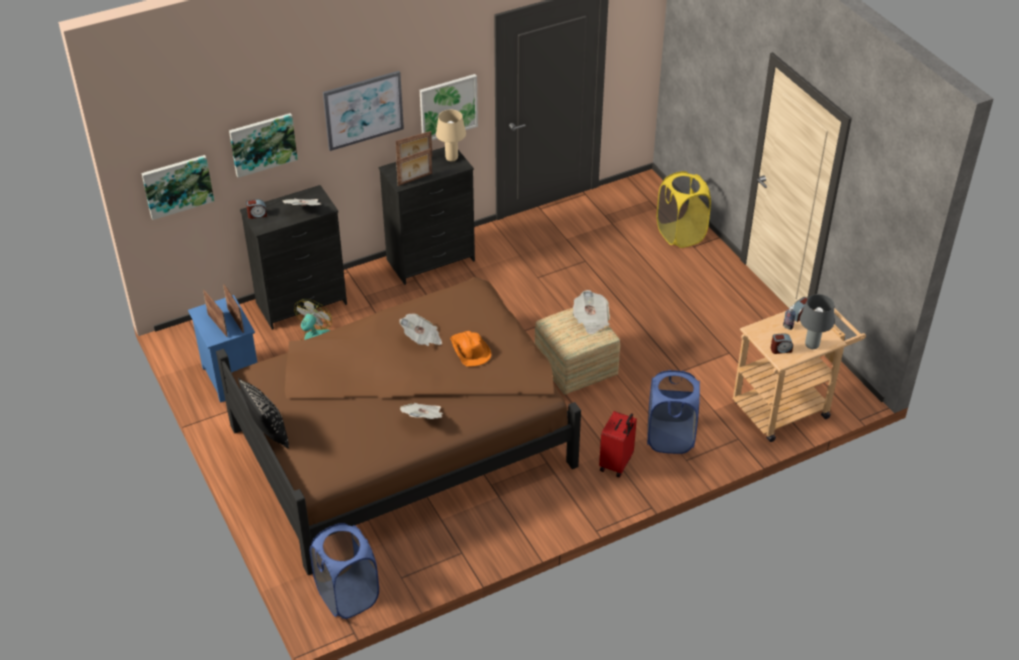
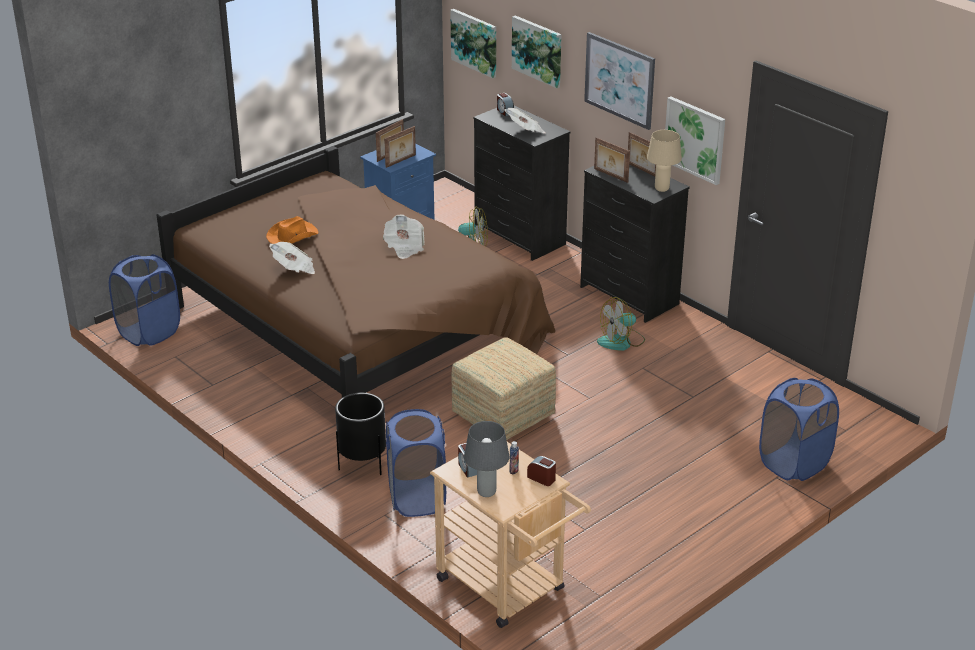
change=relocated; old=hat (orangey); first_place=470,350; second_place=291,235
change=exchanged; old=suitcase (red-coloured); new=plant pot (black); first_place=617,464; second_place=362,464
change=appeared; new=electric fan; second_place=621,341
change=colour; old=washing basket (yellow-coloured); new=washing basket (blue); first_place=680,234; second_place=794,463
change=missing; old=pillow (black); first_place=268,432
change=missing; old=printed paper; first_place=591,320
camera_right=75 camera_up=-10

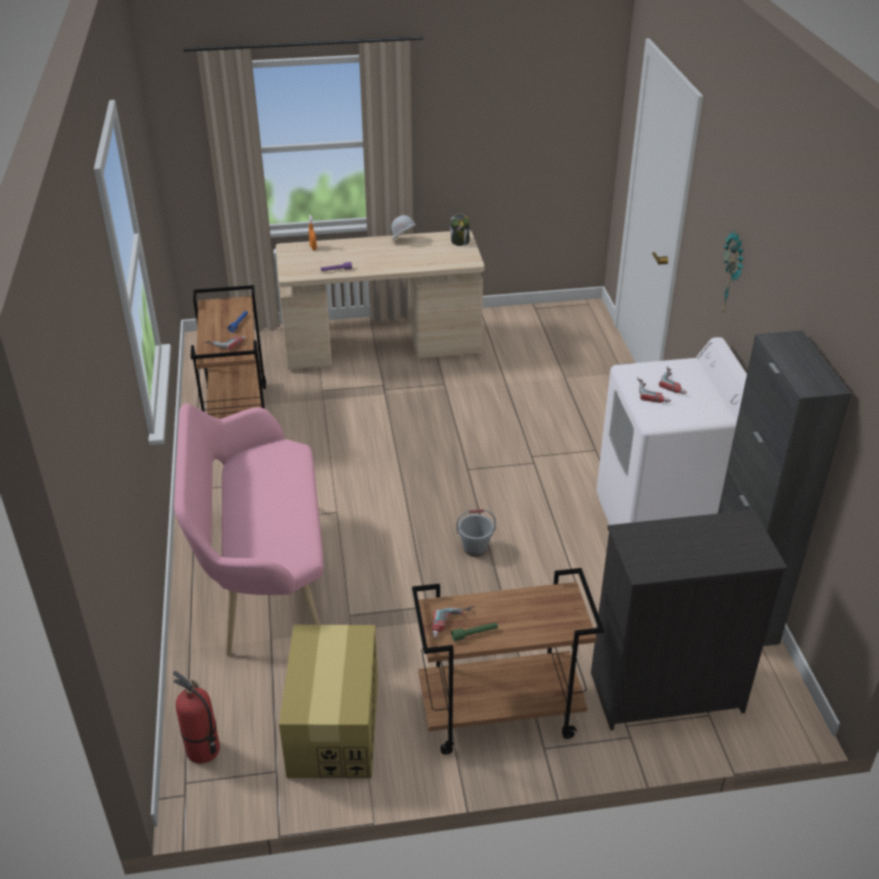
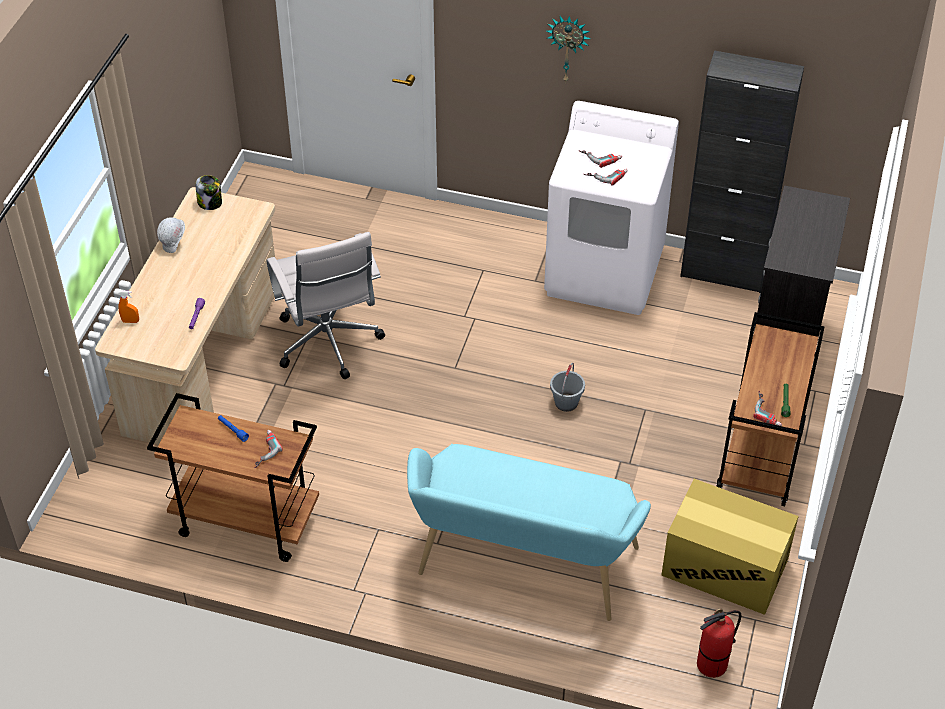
change=appeared; new=computer chair (white); second_place=329,345
change=colour; old=bench (pink-coloured); new=bench (turquoise); first_place=263,578; second_place=522,568
camera_right=-65 camera_up=10

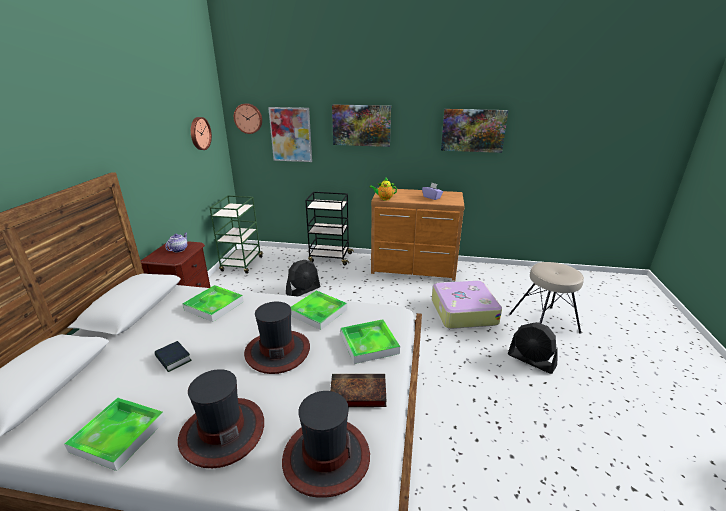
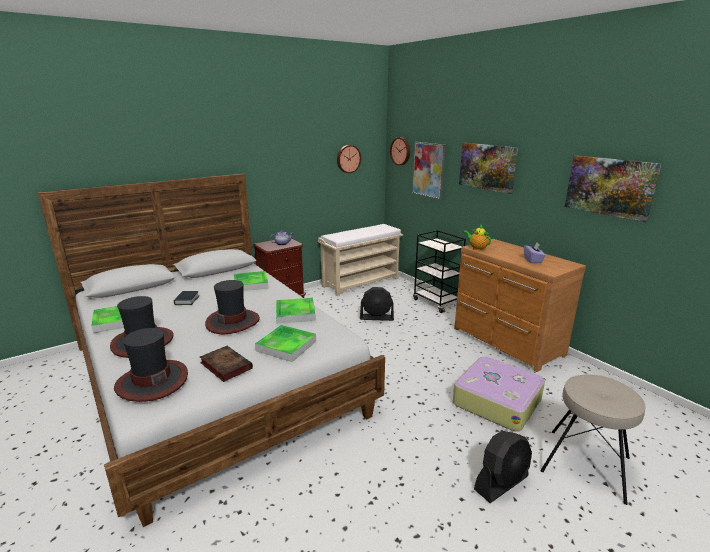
change=exchanged; old=trolley (green-coloured); new=bench (beige); first_place=242,264; second_place=361,282
change=spun; old=electric fan (black); first_place=531,360; second_place=501,483; degrees=-120
camera_right=45 camera_up=-5

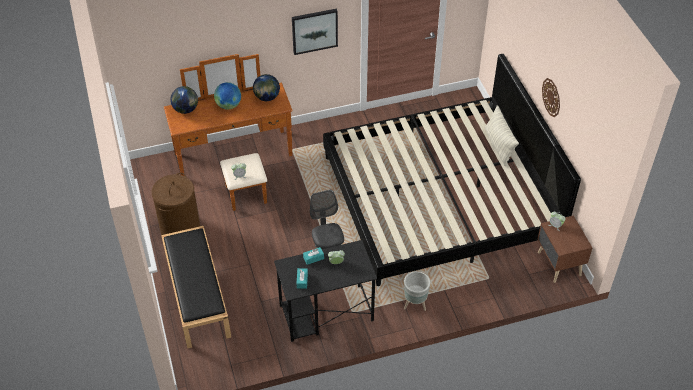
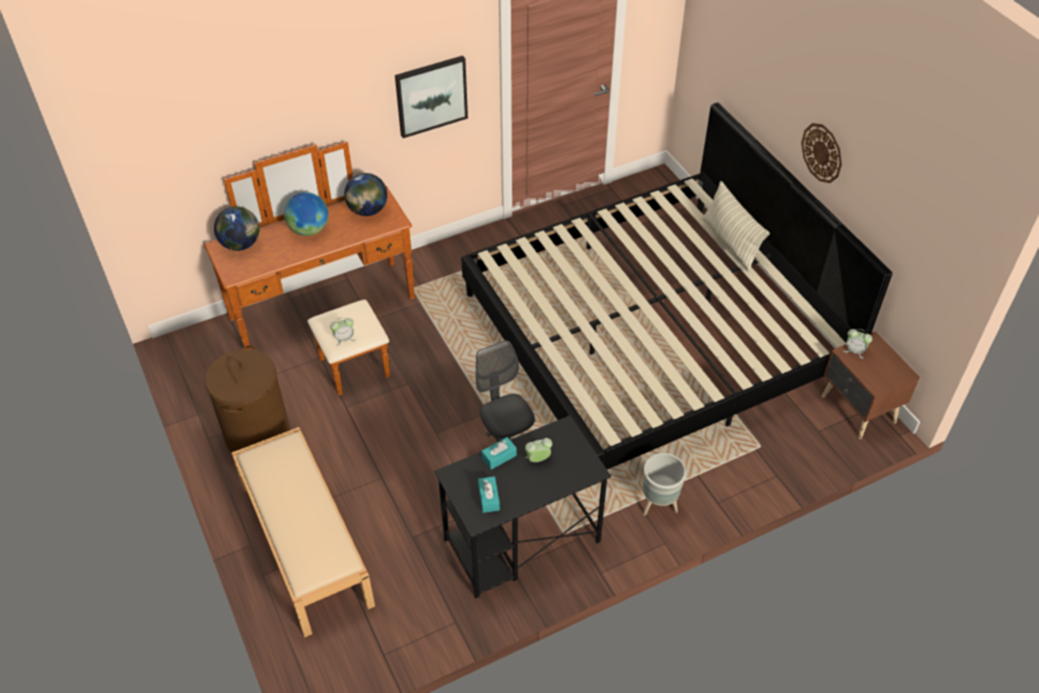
change=colour; old=bench (black); new=bench (beige); first_place=197,295; second_place=305,543
camera_right=-10 camera_up=0

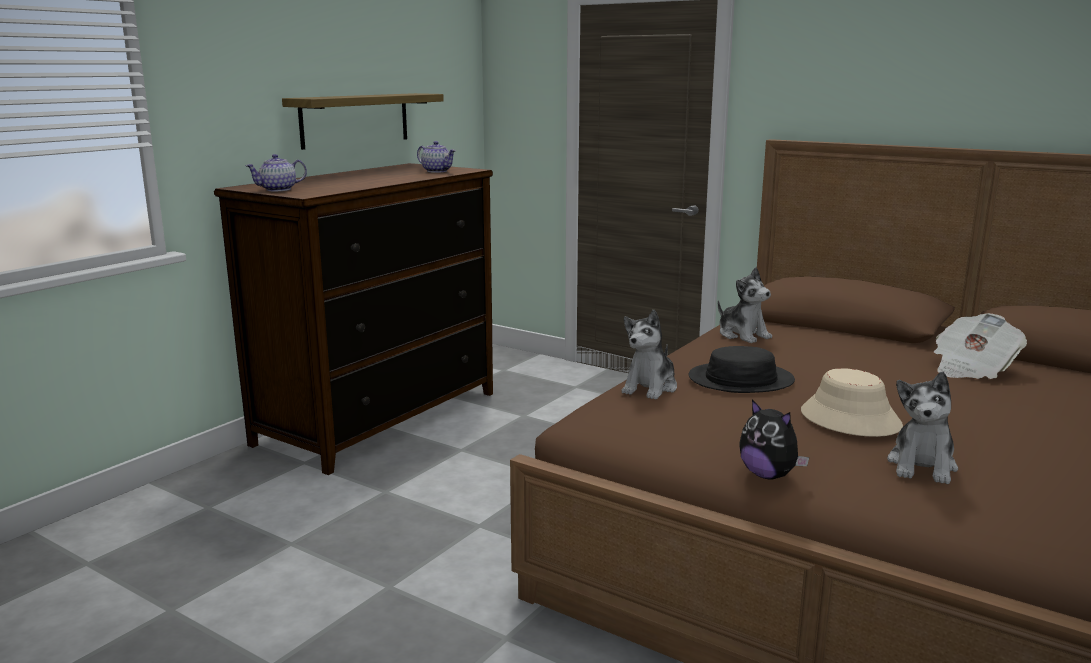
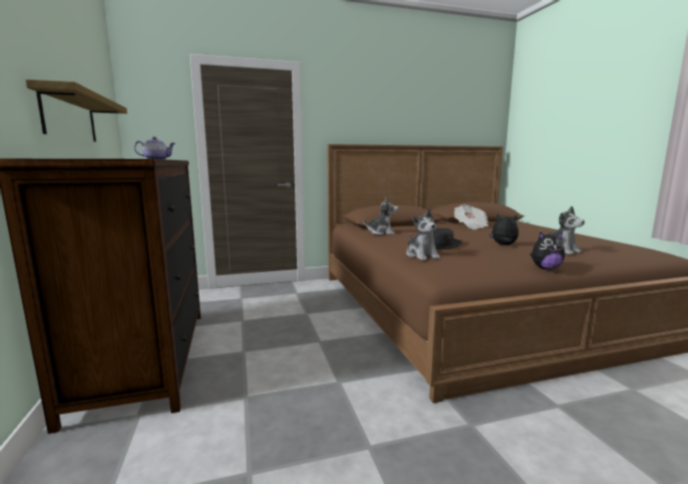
change=exchanged; old=hat (beige); new=soft toy; first_place=849,419; second_place=503,245
change=missing; old=pot for tea; first_place=278,189
camera_right=-50 camera_up=-5

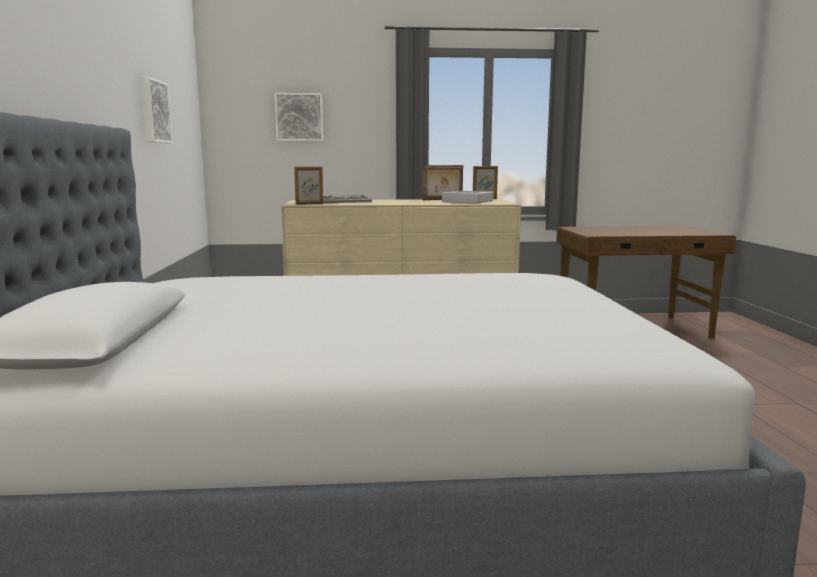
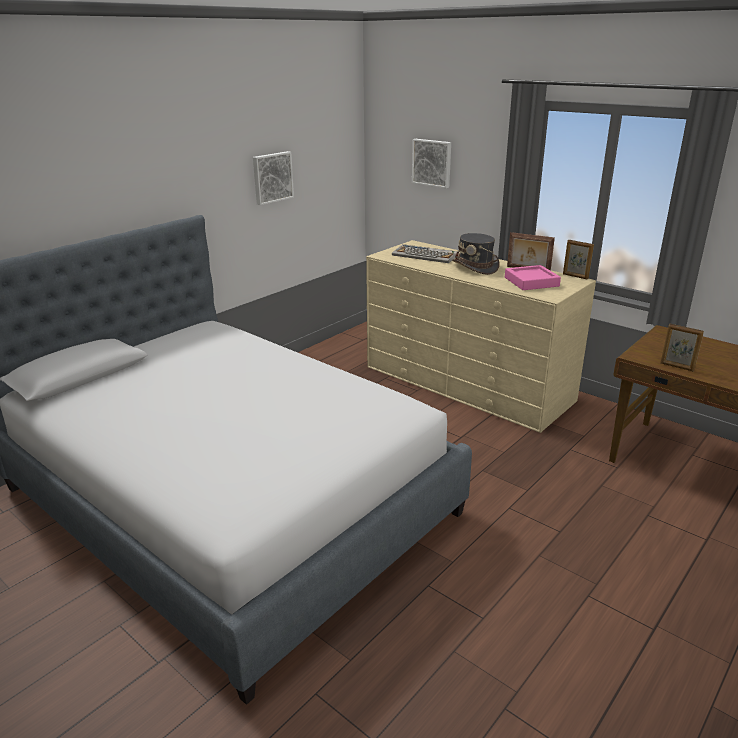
change=appeared; new=hat (greyish); second_place=475,267
change=colour; old=tray (greyish); new=tray (pink-coloured); first_place=467,201; second_place=531,282
change=relocated; old=picture frame; first_place=309,204; second_place=676,367
camera_right=45 camera_up=15

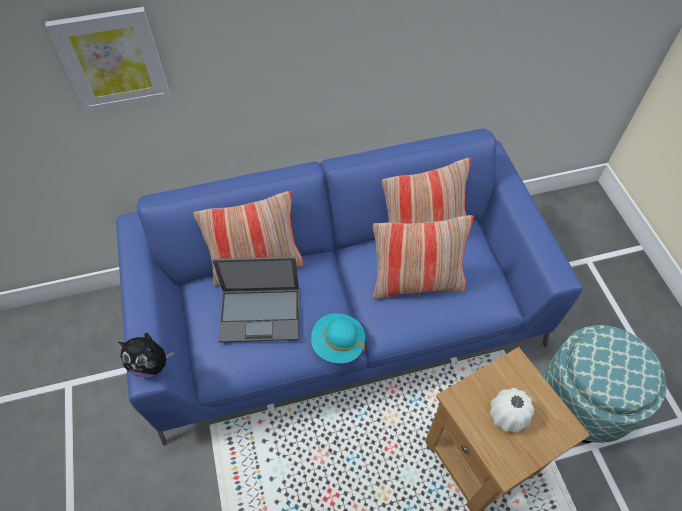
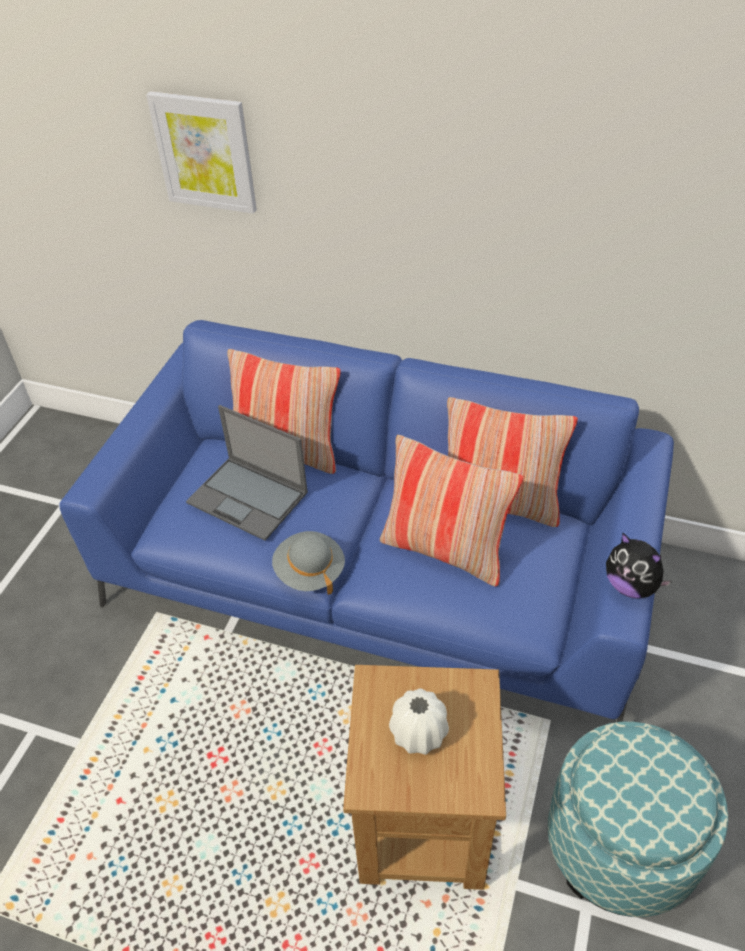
change=colour; old=hat (turquoise); new=hat (greyish); first_place=338,344; second_place=309,571
change=relocated; old=soft toy; first_place=151,364; second_place=631,586
camera_right=35 camera_up=-10

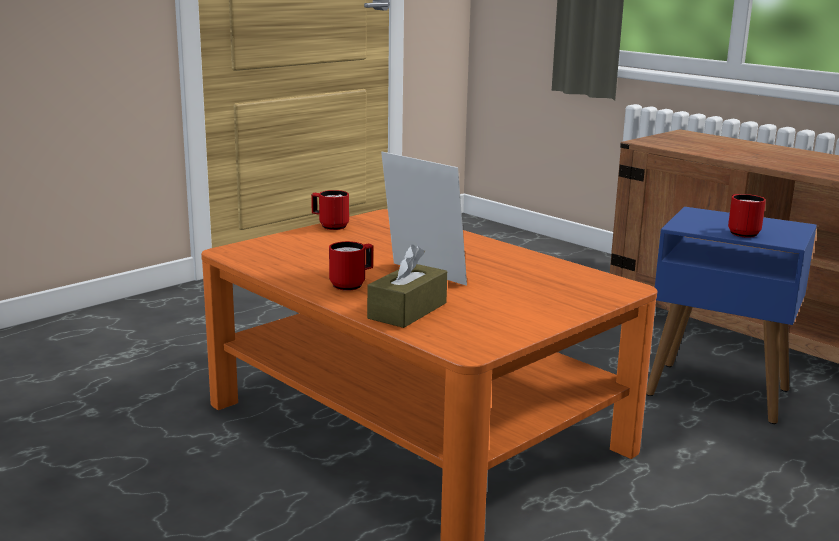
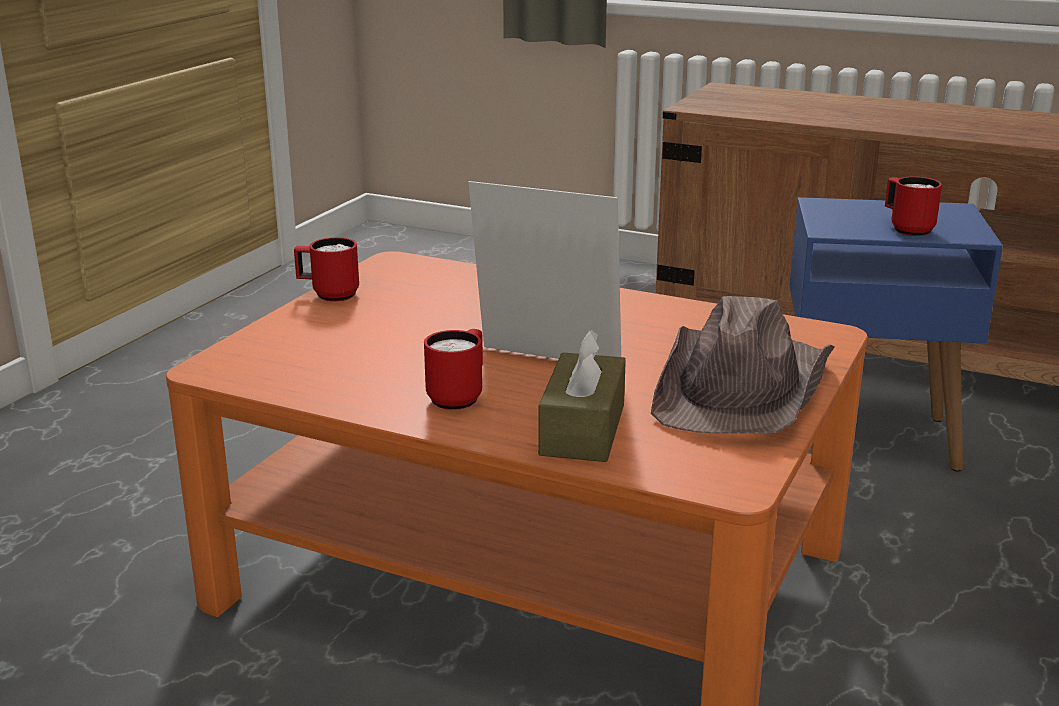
change=appeared; new=hat (brown); second_place=743,388
camera_right=-20 camera_up=5

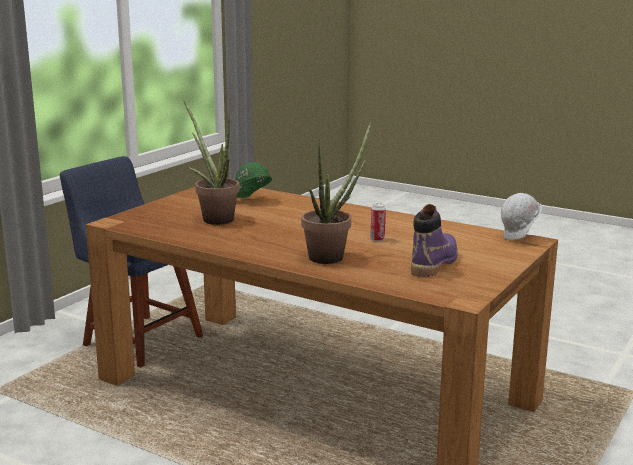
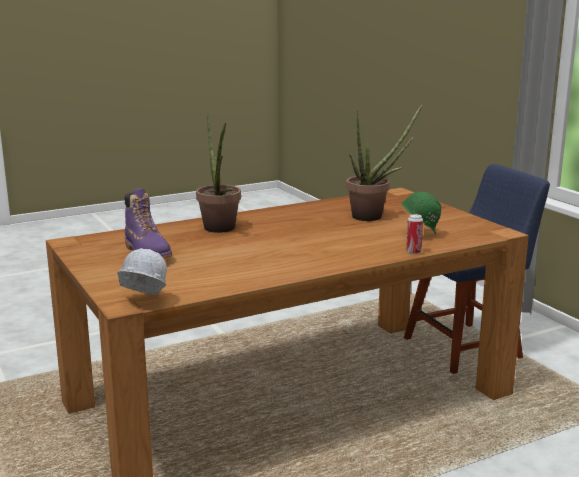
change=relocated; old=sealed can; first_place=377,239; second_place=413,252
camera_right=120 camera_up=0

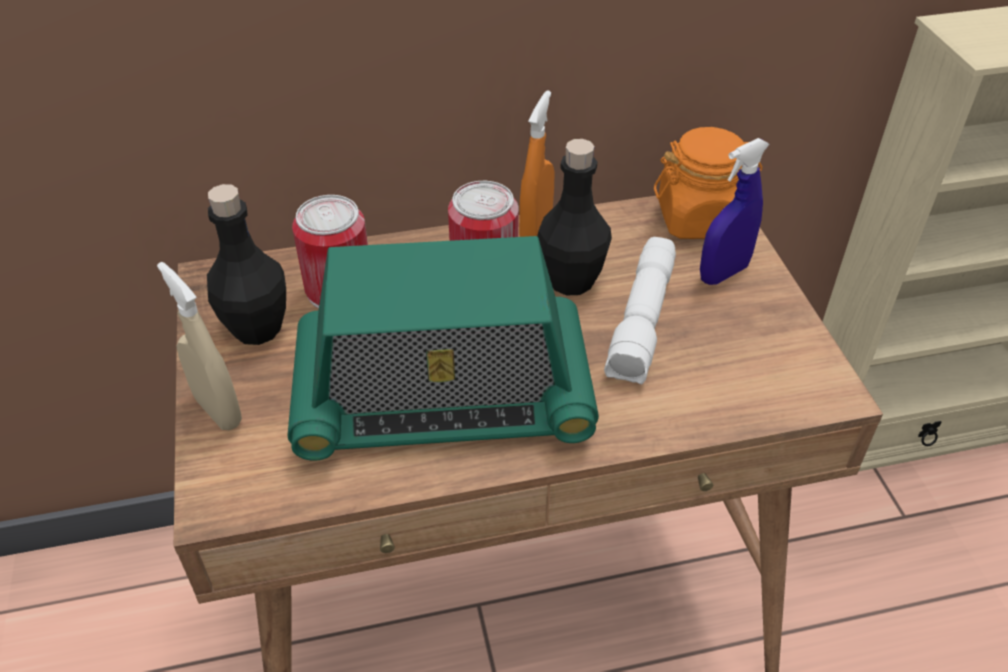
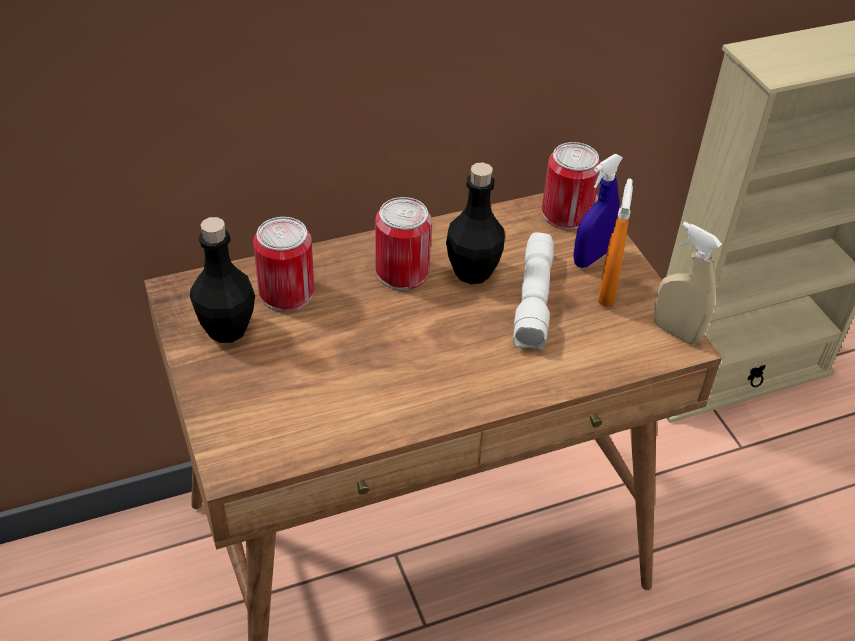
change=exchanged; old=storage jar (orangey); new=sealed can; first_place=699,219; second_place=566,214
change=relocated; old=spray bottle (orangey); first_place=536,232; second_place=607,292
change=relocated; old=spray bottle (beige); first_place=218,411; second_place=676,332
change=missing; old=radio set; first_place=443,397
camera_right=-10 camera_up=0

